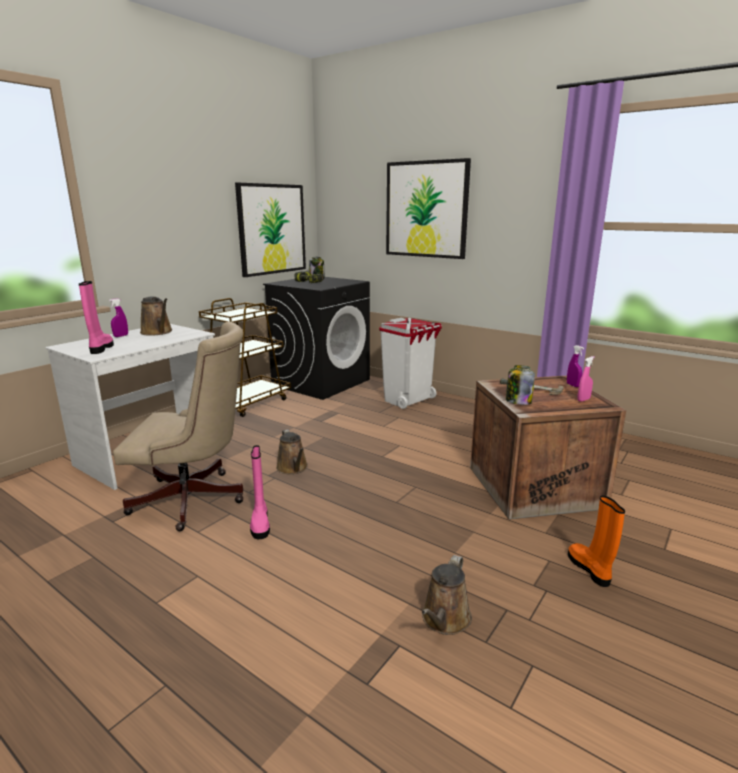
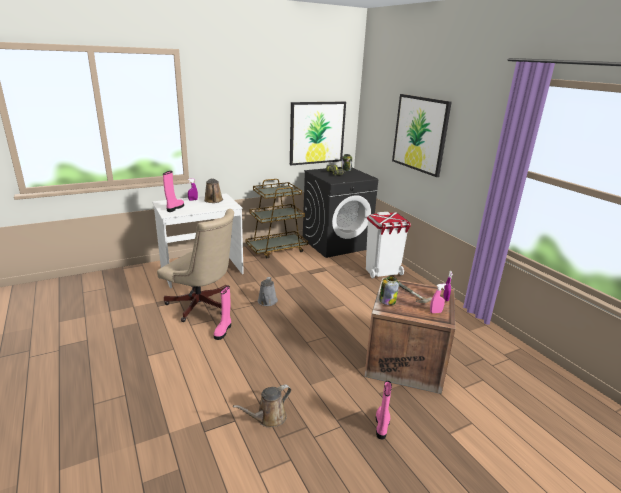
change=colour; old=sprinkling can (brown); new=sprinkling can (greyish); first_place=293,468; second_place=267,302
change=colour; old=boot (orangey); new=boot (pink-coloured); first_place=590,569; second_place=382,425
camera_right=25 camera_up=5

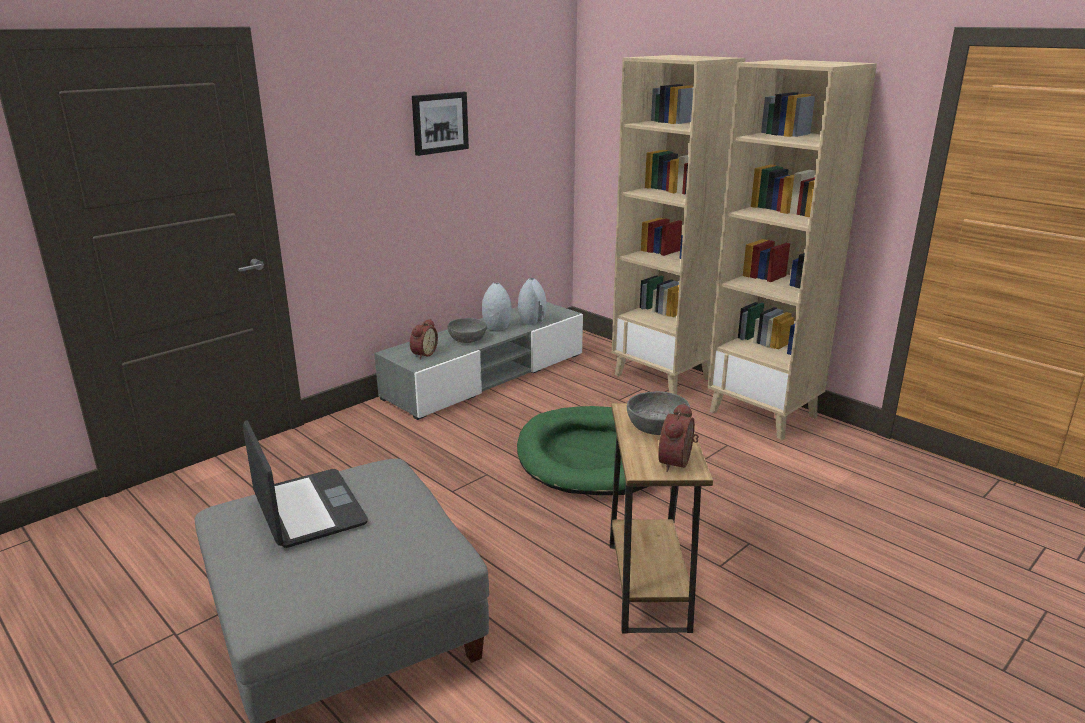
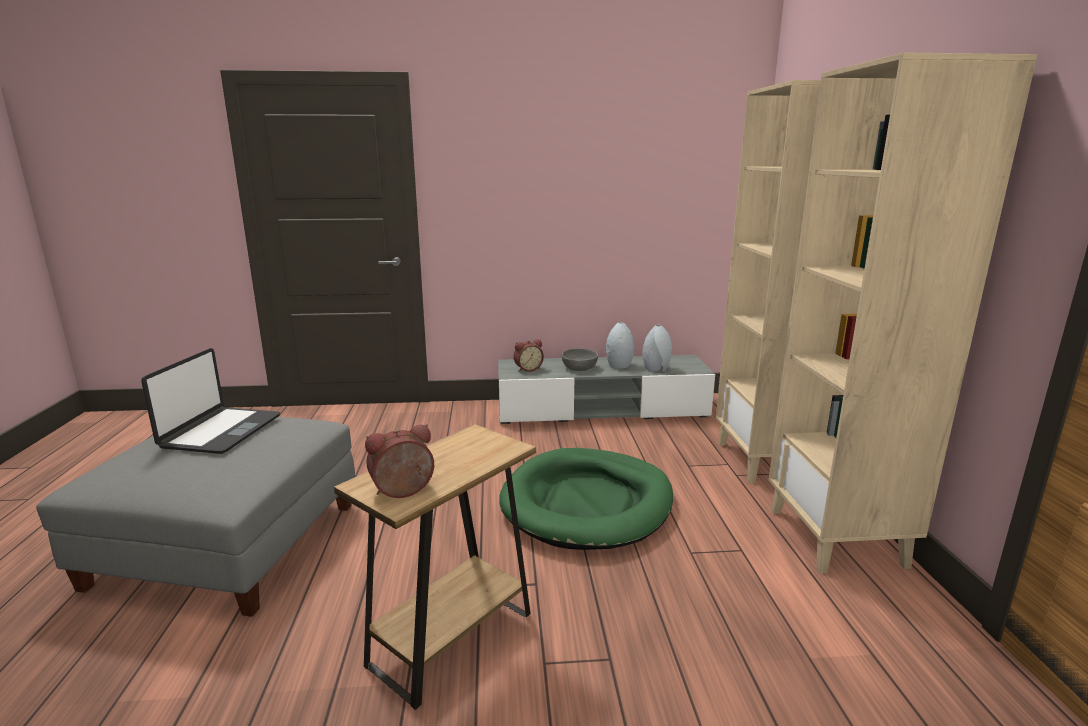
change=missing; old=wall picture; first_place=439,123
change=missing; old=bowl (greyish); first_place=656,427
camera_right=40 camera_up=-5

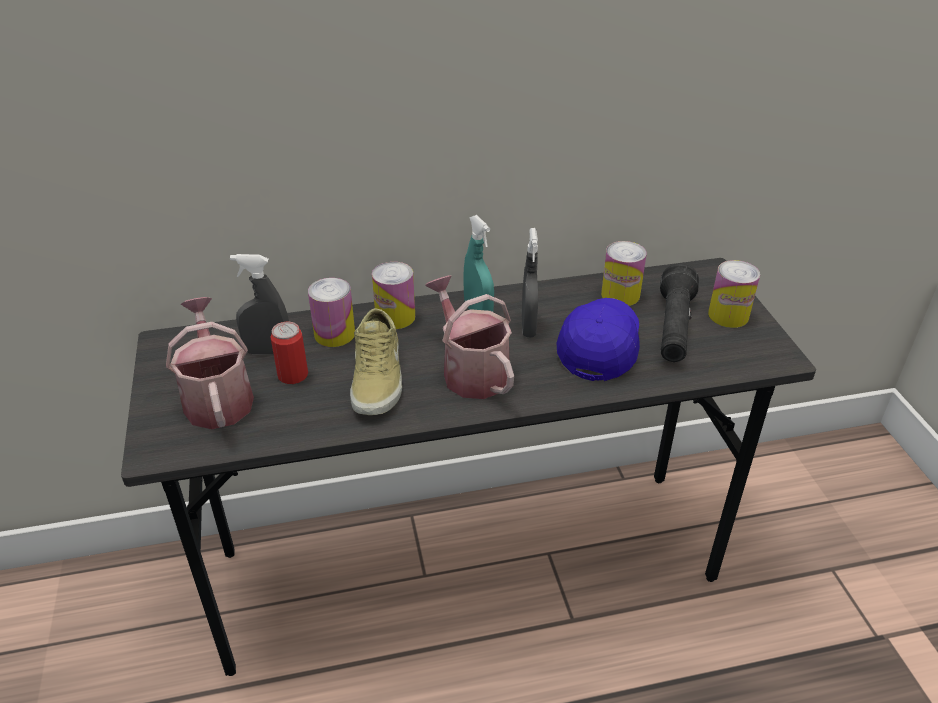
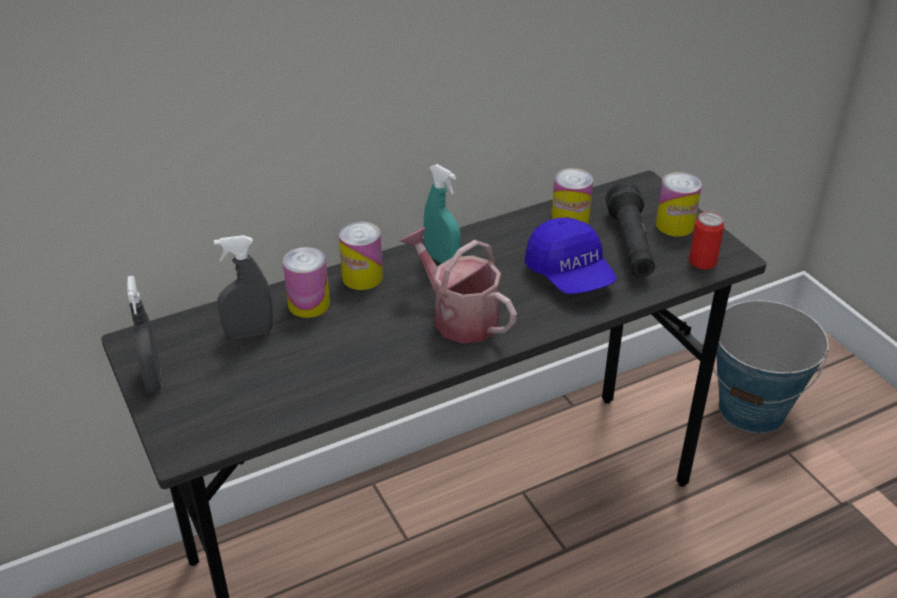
change=relocated; old=spray bottle (greyish); first_place=528,327; second_place=153,379
change=spun; old=baseball cap (blue); first_place=599,348; second_place=570,275; degrees=150
change=relocated; old=sealed can; first_place=293,375; second_place=702,262
change=appeared; new=water bucket; second_place=752,409
change=missing; old=sprinkling can; first_place=217,397
change=missing; old=item of footwear (beige); first_place=379,378
camera_right=-15 camera_up=0

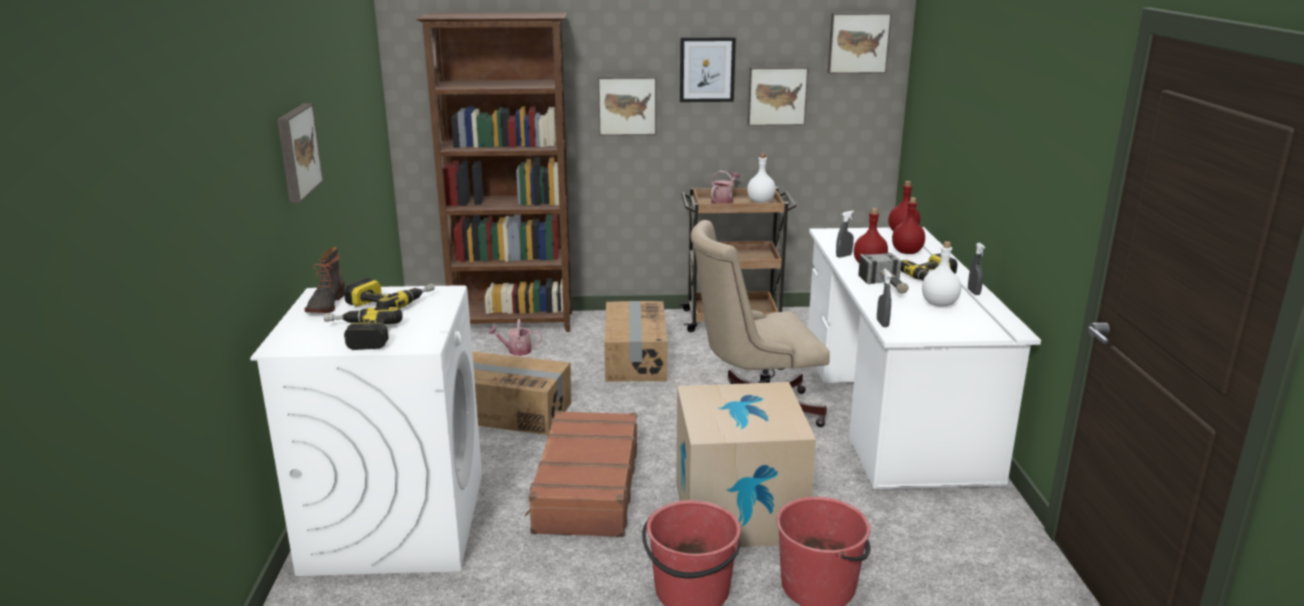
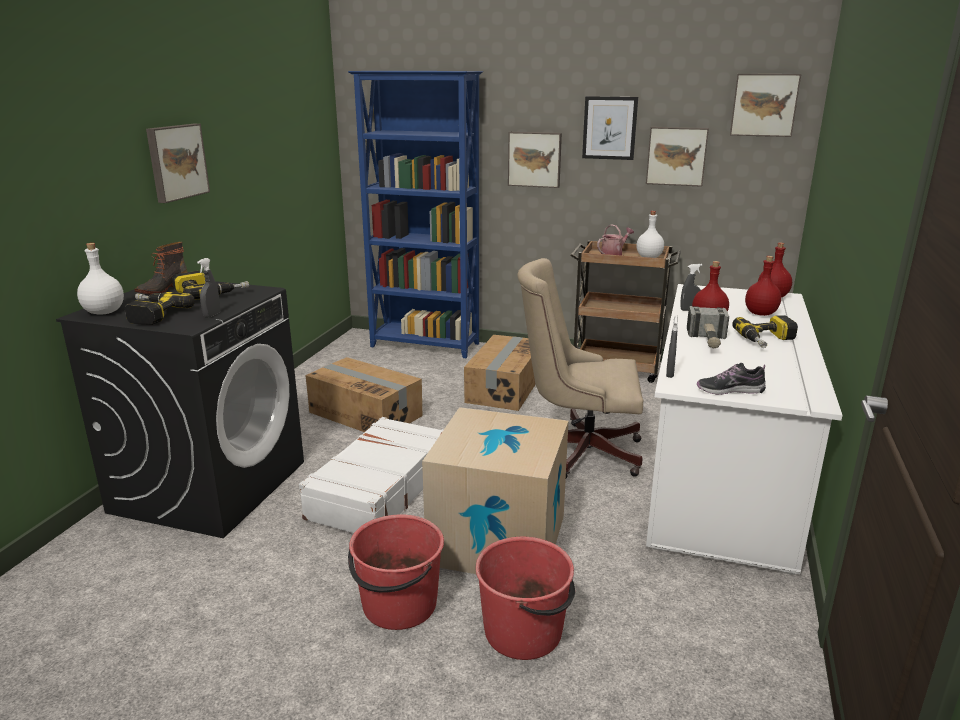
change=colour; old=washing machine (white); new=washing machine (black); first_place=395,521; second_place=210,486
change=relocated; old=drink bottle (white); first_place=940,304; second_place=104,312
change=relocated; old=spray bottle (greyish); first_place=973,292; second_place=212,315
change=colour; old=suitcase (brown); new=suitcase (white); first_place=586,488; second_place=379,490
change=colour; old=shelving unit (brown); new=shelving unit (blue); first_place=513,323; second_place=425,345
change=appeared; new=item of footwear; second_place=729,390
change=missing; old=sprinkling can; first_place=516,351
camera_right=20 camera_up=0

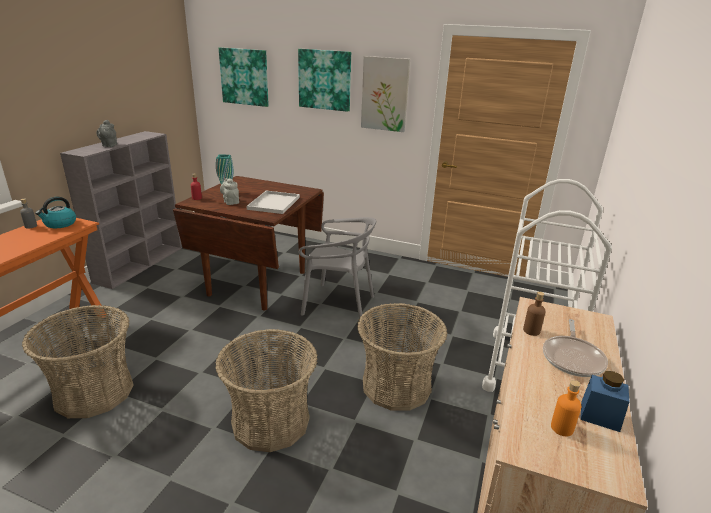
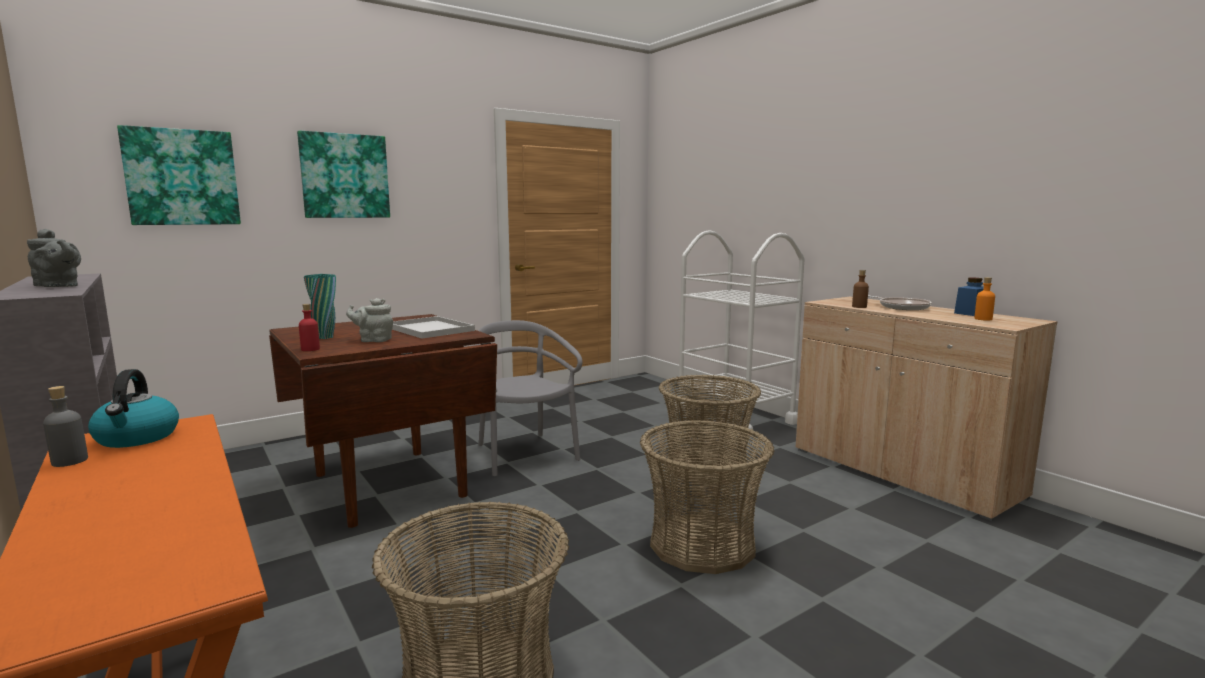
change=spun; old=plain chair (greyish); first_place=338,304; second_place=524,454; degrees=-75
change=missing; old=wall picture; first_place=385,94
camera_right=-55 camera_up=-15

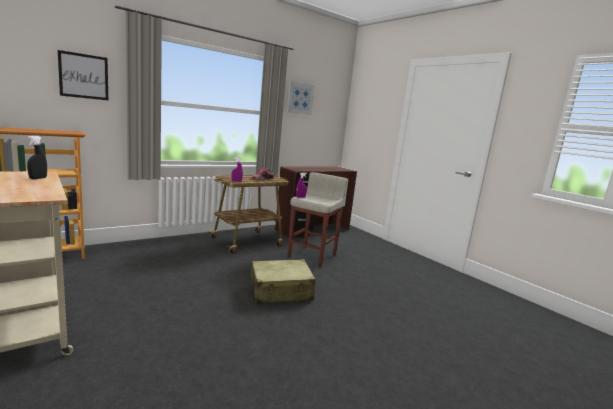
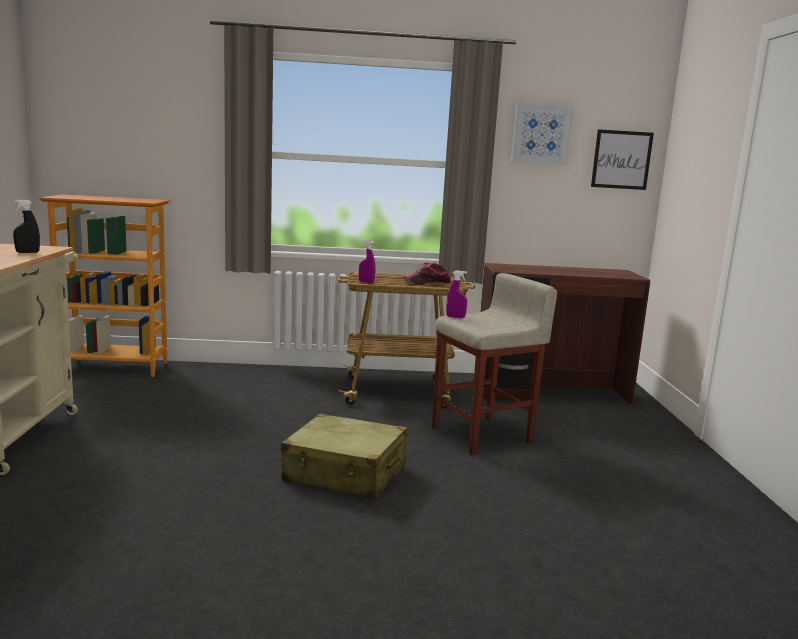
change=relocated; old=wall picture; first_place=84,76; second_place=621,160
camera_right=35 camera_up=0

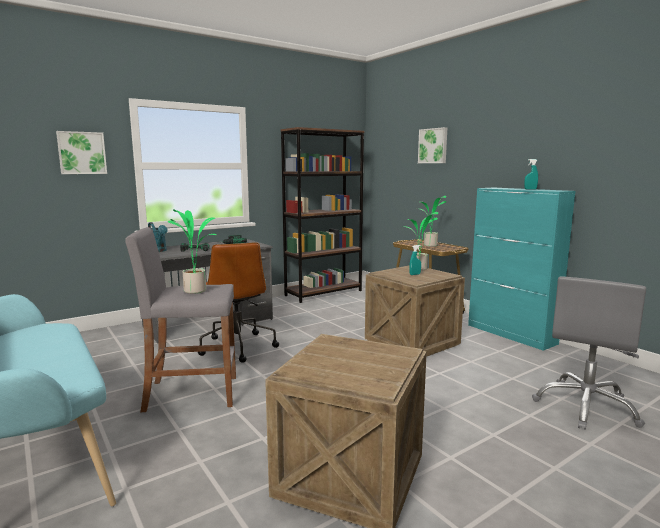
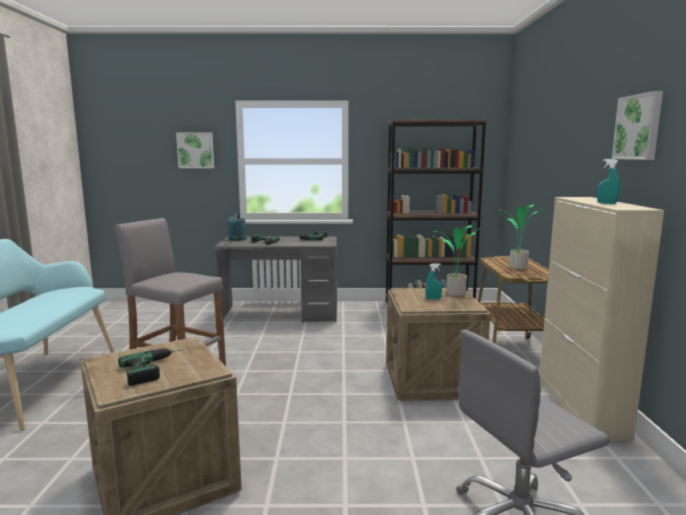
change=appeared; new=electric drill; second_place=156,368
change=colour; old=cabinet (turquoise); new=cabinet (beige); first_place=511,334; second_place=580,407
change=relocated; old=wall picture; first_place=433,146; second_place=639,127
change=missing; old=potted plant; first_place=195,290
change=missing; old=computer chair (brown); first_place=237,346
camera_right=35 camera_up=0

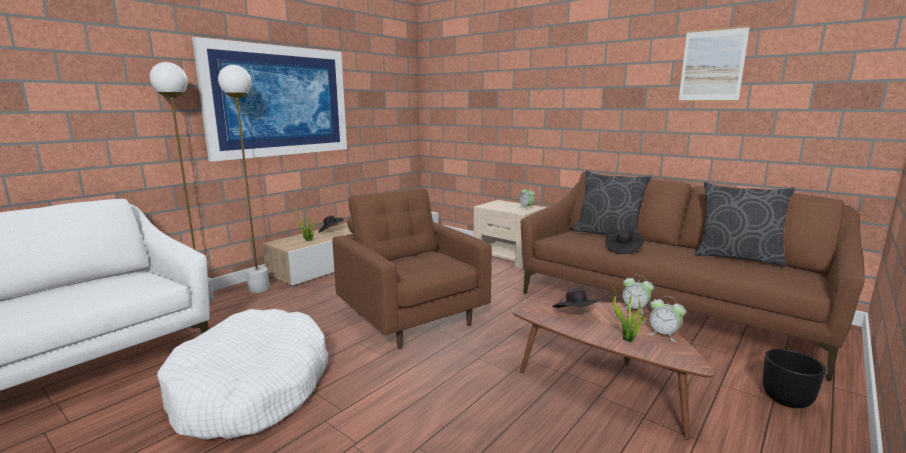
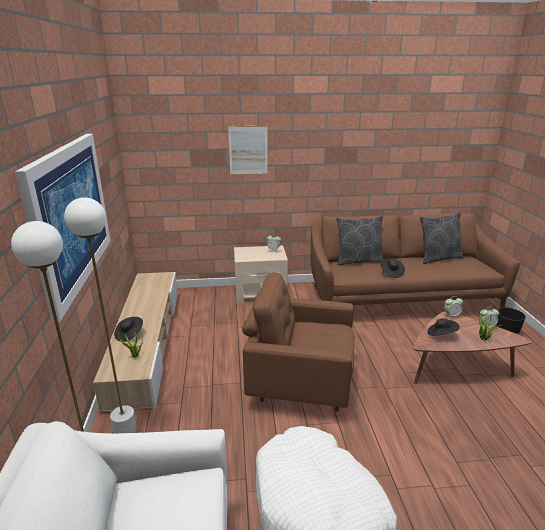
change=relocated; old=wall picture; first_place=712,65; second_place=248,150
camera_right=-45 camera_up=10

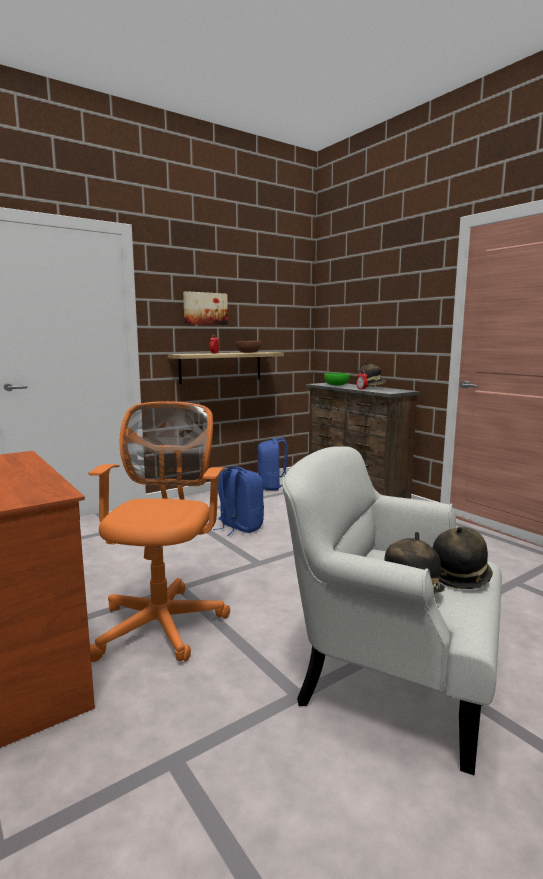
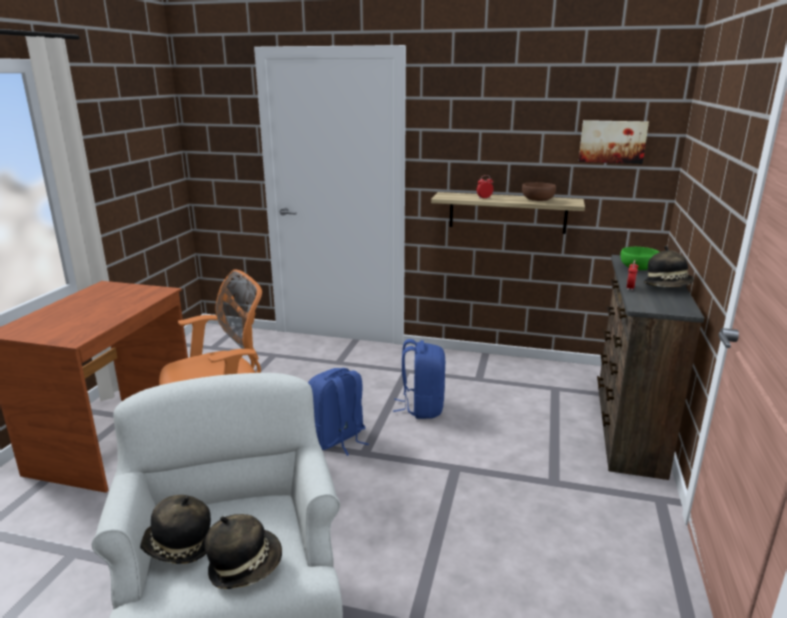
change=relocated; old=rucksack (blue); first_place=272,486; second_place=337,439
change=relocated; old=wall picture; first_place=205,308; second_place=612,141
camera_right=50 camera_up=10

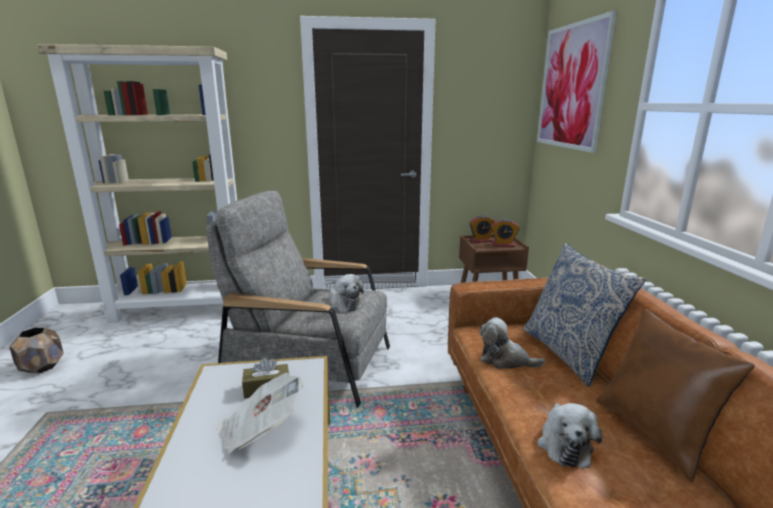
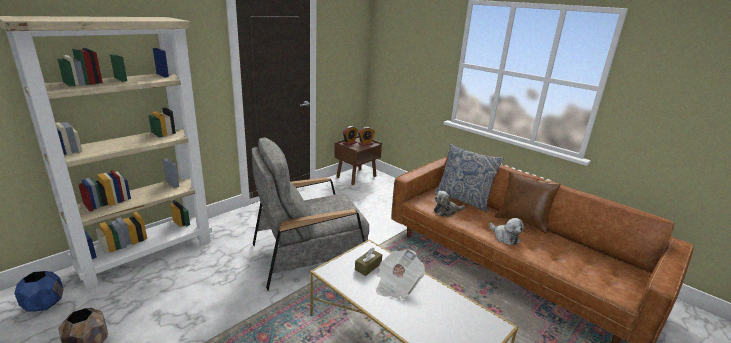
change=appeared; new=plant pot (blue); second_place=45,304
change=missing; old=soft toy; first_place=344,304
change=missing; old=wall picture; first_place=571,87
camera_right=-40 camera_up=5

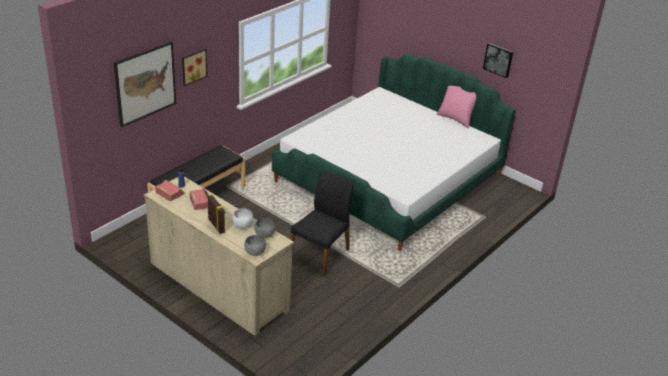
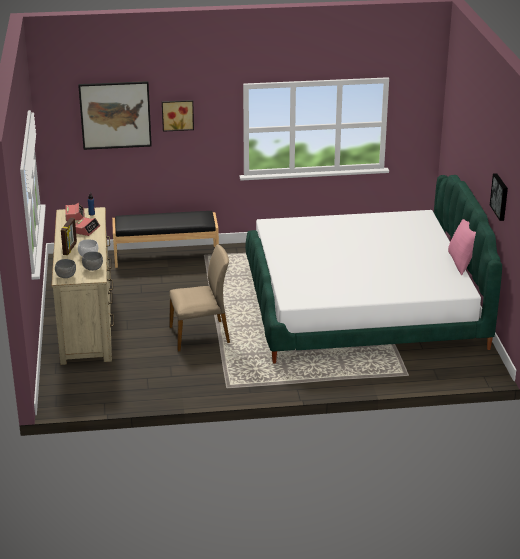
change=colour; old=plain chair (black); new=plain chair (beige); first_place=320,254; second_place=200,335
camera_right=45 camera_up=-5

